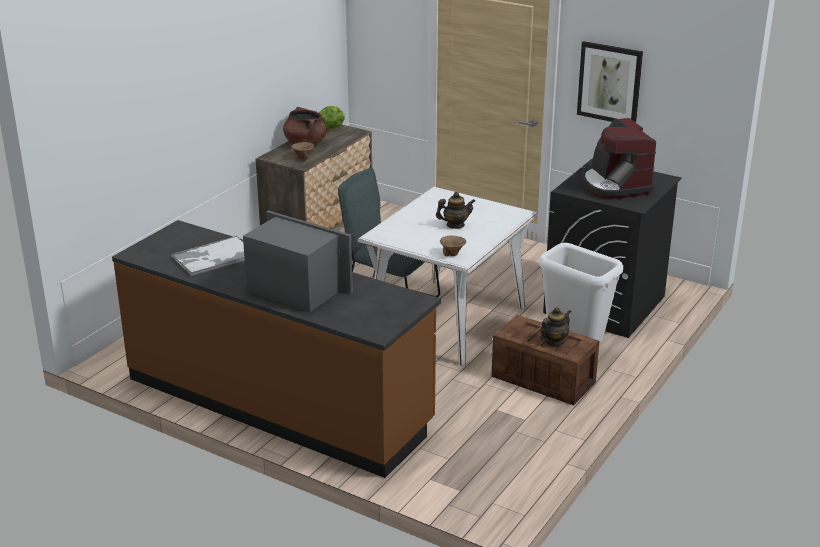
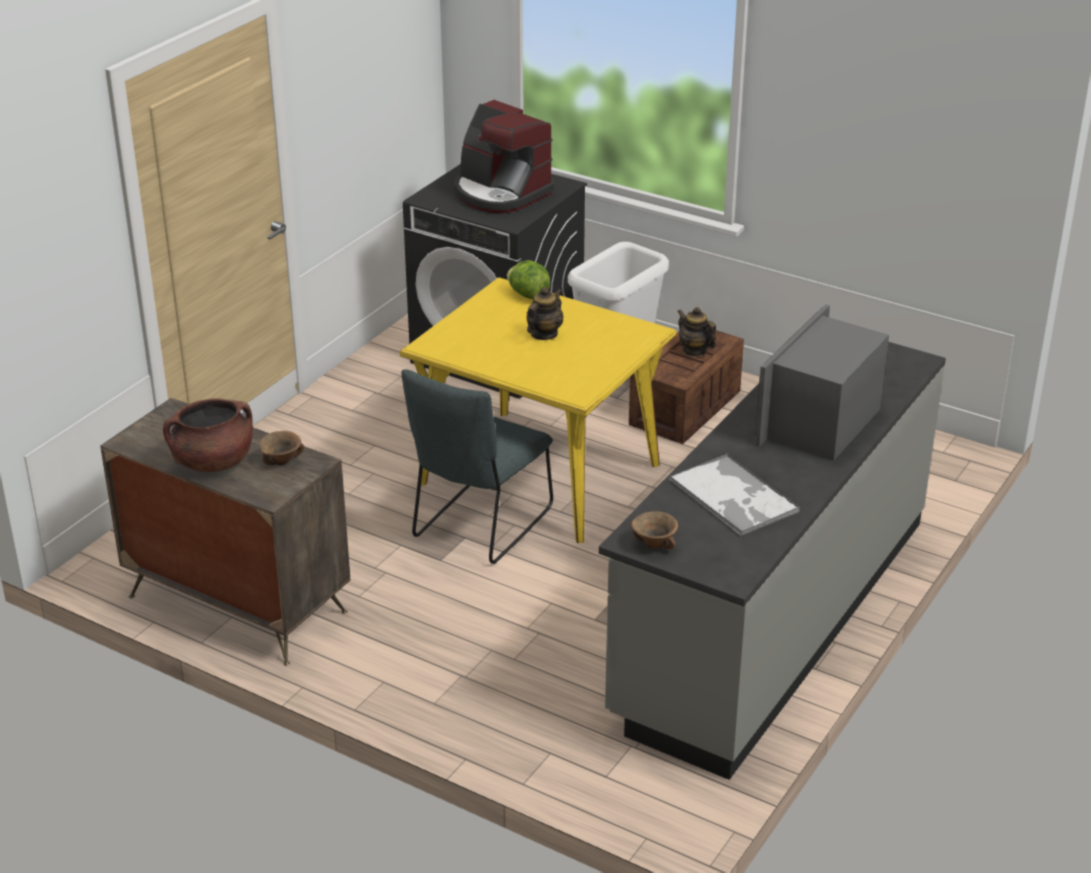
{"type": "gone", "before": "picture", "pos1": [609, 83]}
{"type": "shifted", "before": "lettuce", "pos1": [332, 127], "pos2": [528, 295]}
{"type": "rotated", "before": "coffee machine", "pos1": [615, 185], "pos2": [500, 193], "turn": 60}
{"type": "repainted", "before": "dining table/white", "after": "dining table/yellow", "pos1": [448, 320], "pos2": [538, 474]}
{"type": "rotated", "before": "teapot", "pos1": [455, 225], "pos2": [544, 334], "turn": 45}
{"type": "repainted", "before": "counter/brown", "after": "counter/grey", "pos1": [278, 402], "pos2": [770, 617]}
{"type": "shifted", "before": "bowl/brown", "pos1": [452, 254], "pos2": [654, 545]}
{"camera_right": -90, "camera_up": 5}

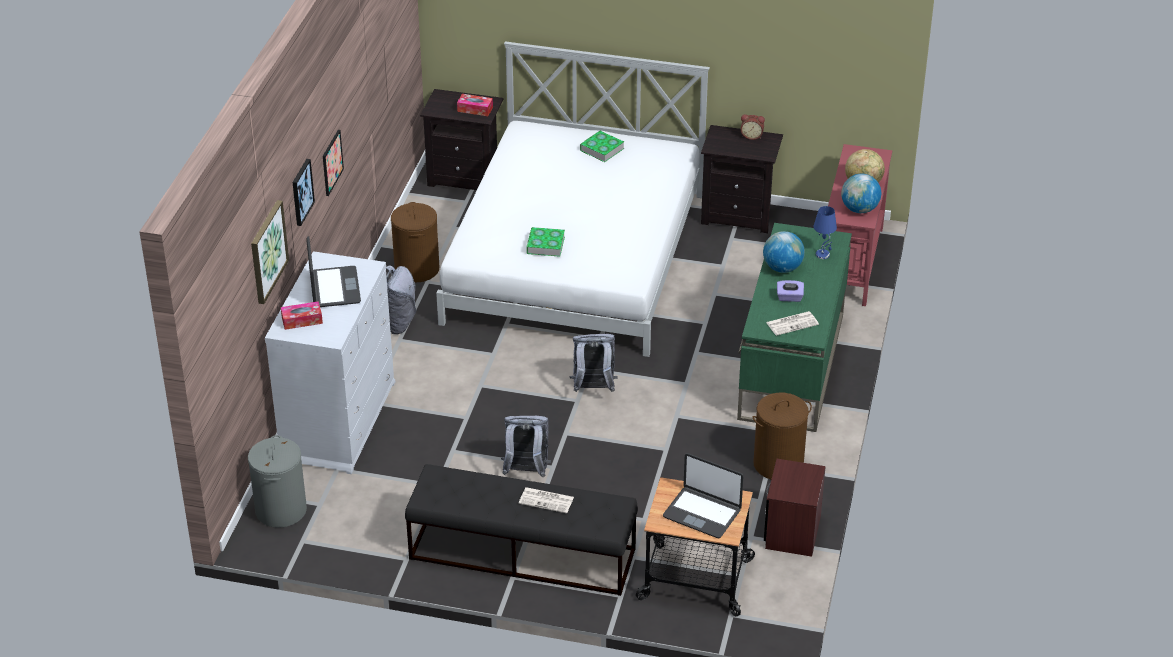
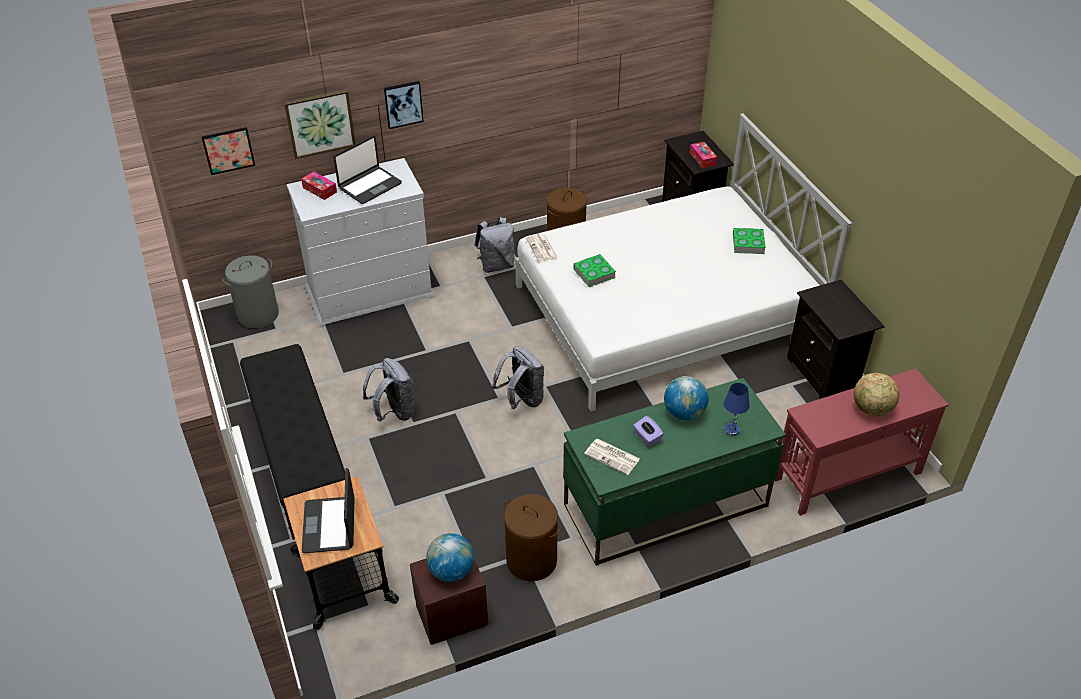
{"type": "gone", "before": "alarm clock", "pos1": [752, 136]}
{"type": "shifted", "before": "picture", "pos1": [332, 162], "pos2": [228, 150]}
{"type": "shifted", "before": "globe", "pos1": [859, 209], "pos2": [451, 571]}
{"type": "shifted", "before": "newspaper", "pos1": [547, 500], "pos2": [542, 248]}
{"camera_right": 55, "camera_up": 5}

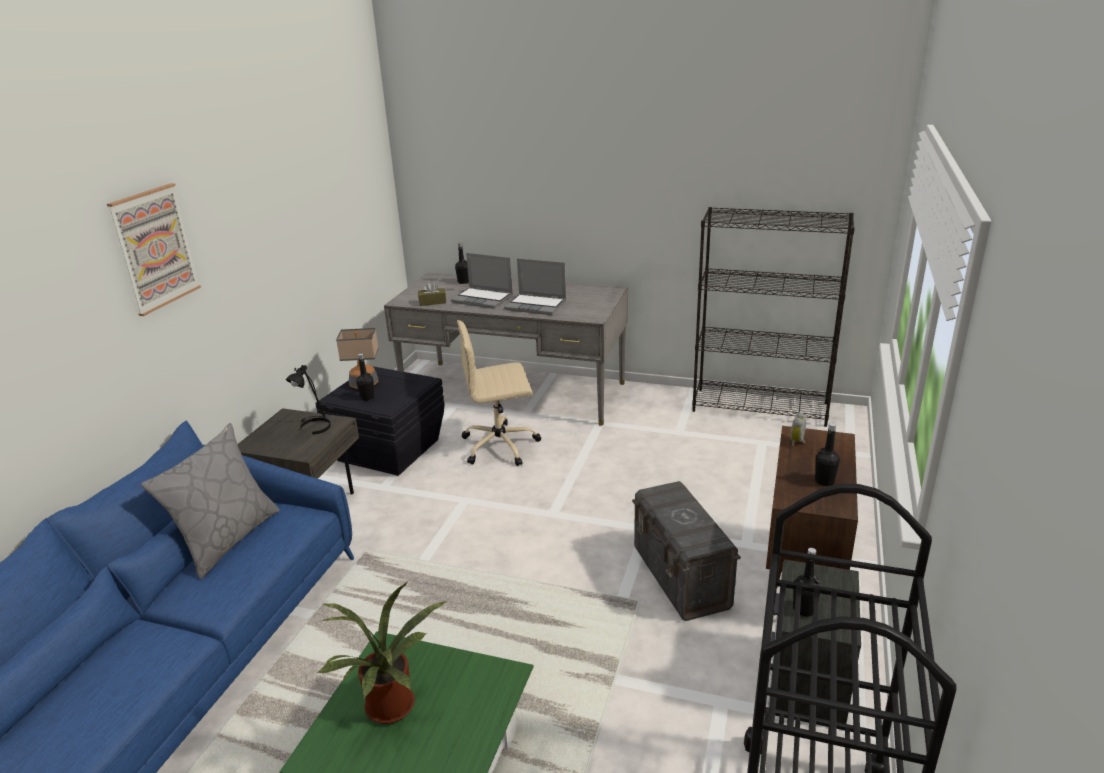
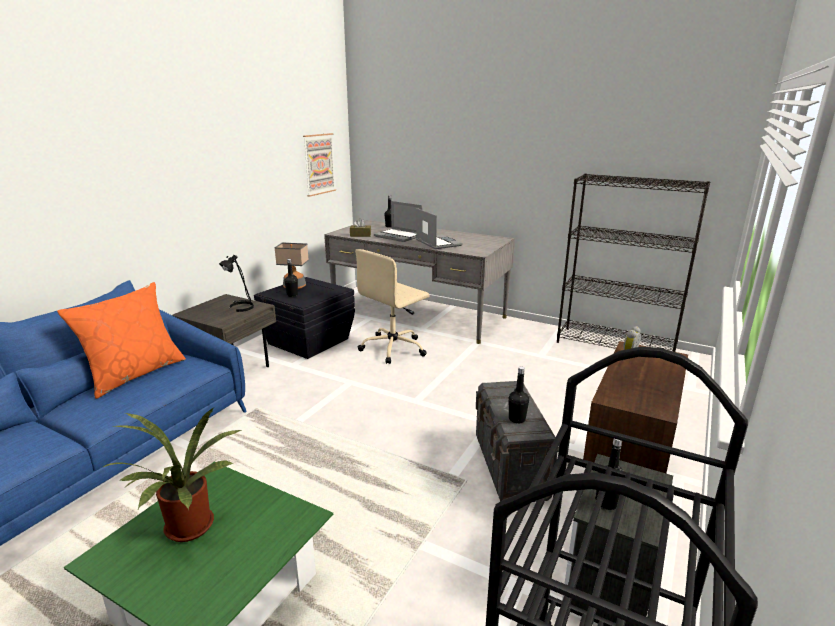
{"type": "shifted", "before": "picture", "pos1": [154, 248], "pos2": [319, 164]}
{"type": "rotated", "before": "laptop", "pos1": [536, 305], "pos2": [437, 243], "turn": -150}
{"type": "rotated", "before": "office chair/beige", "pos1": [501, 445], "pos2": [394, 348], "turn": -45}
{"type": "repainted", "before": "pillow/grey", "after": "pillow/orange", "pos1": [227, 539], "pos2": [135, 374]}
{"type": "shifted", "before": "bottle/black", "pos1": [824, 481], "pos2": [517, 419]}
{"camera_right": 10, "camera_up": -5}

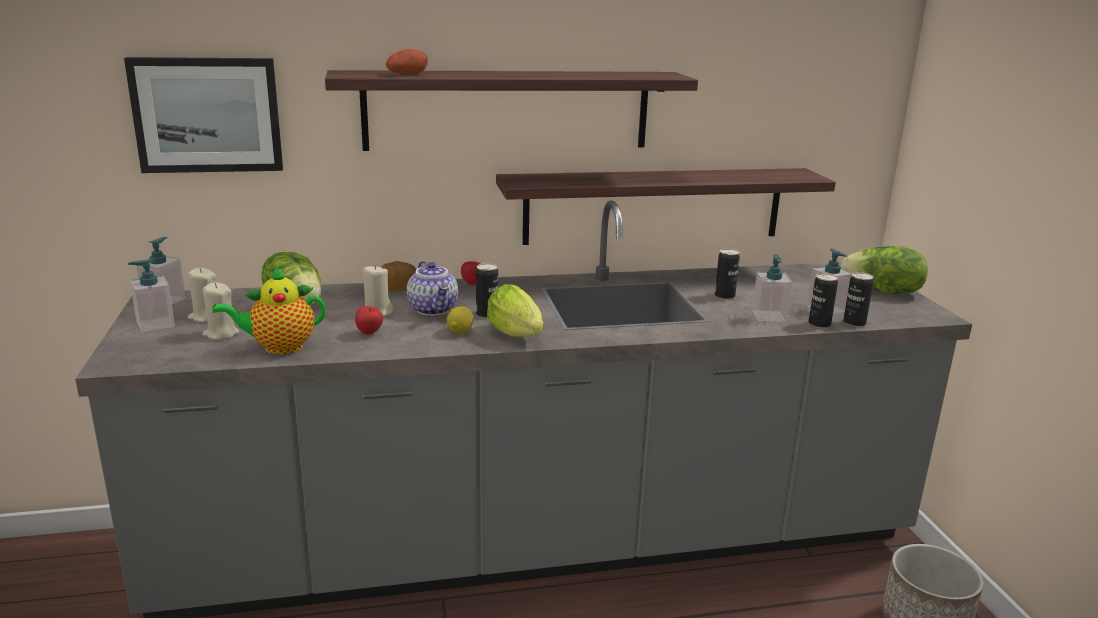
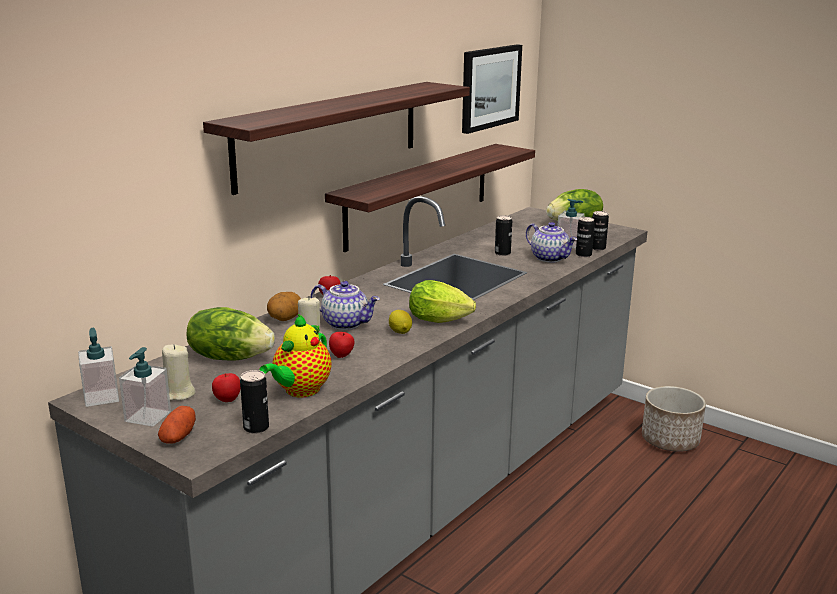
{"type": "shifted", "before": "potato", "pos1": [407, 74], "pos2": [178, 437]}
{"type": "shifted", "before": "picture", "pos1": [207, 115], "pos2": [490, 87]}
{"type": "swapped", "before": "soap dispenser", "after": "teapot", "pos1": [769, 316], "pos2": [550, 258]}
{"type": "shifted", "before": "can", "pos1": [487, 314], "pos2": [256, 427]}
{"type": "swapped", "before": "candle/beige", "after": "apple", "pos1": [221, 334], "pos2": [227, 400]}
{"camera_right": -40, "camera_up": 0}

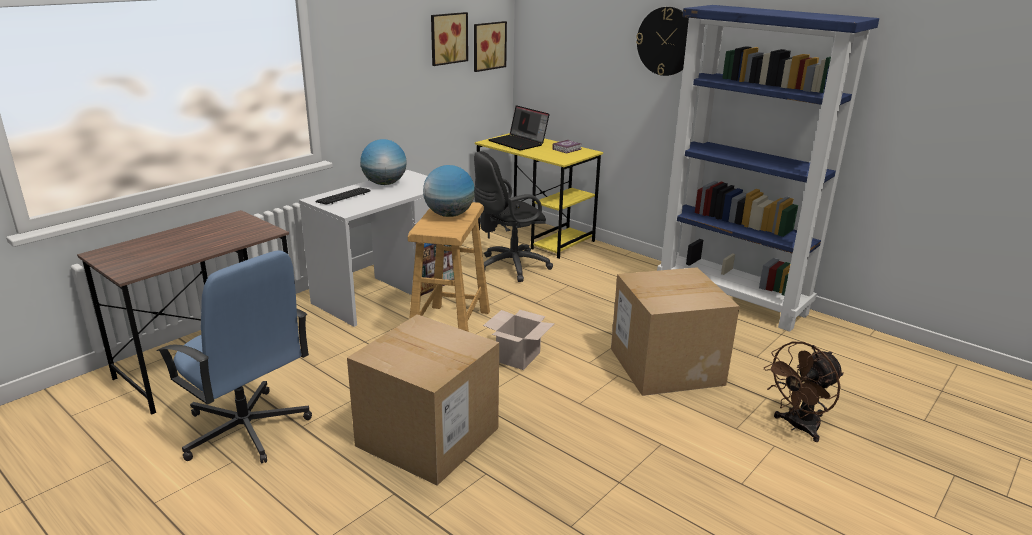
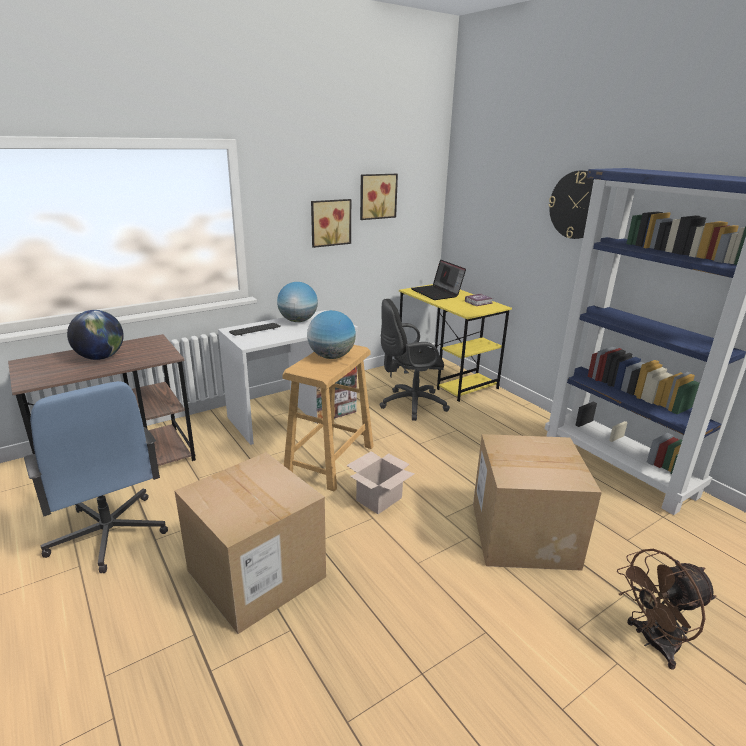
{"type": "shifted", "before": "picture", "pos1": [488, 45], "pos2": [330, 222]}
{"type": "new", "after": "globe", "pos2": [100, 357]}
{"camera_right": 15, "camera_up": 0}

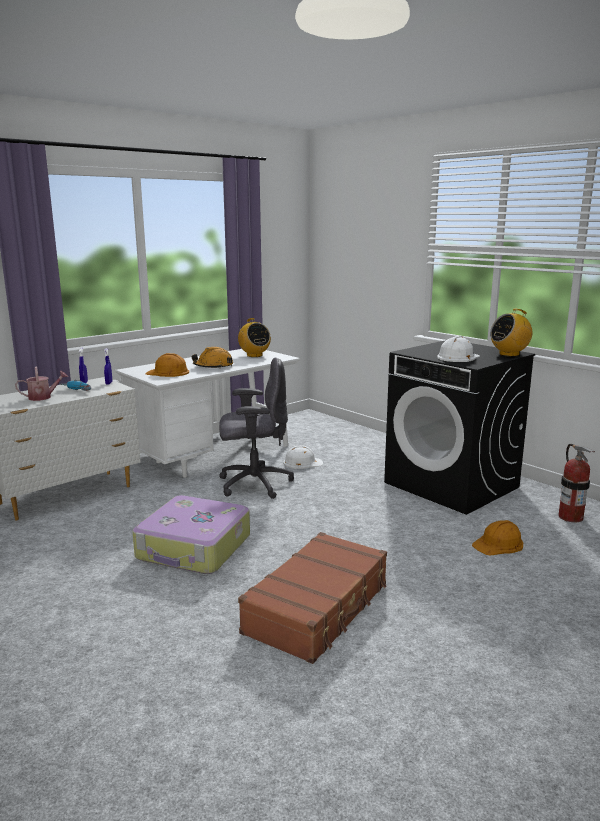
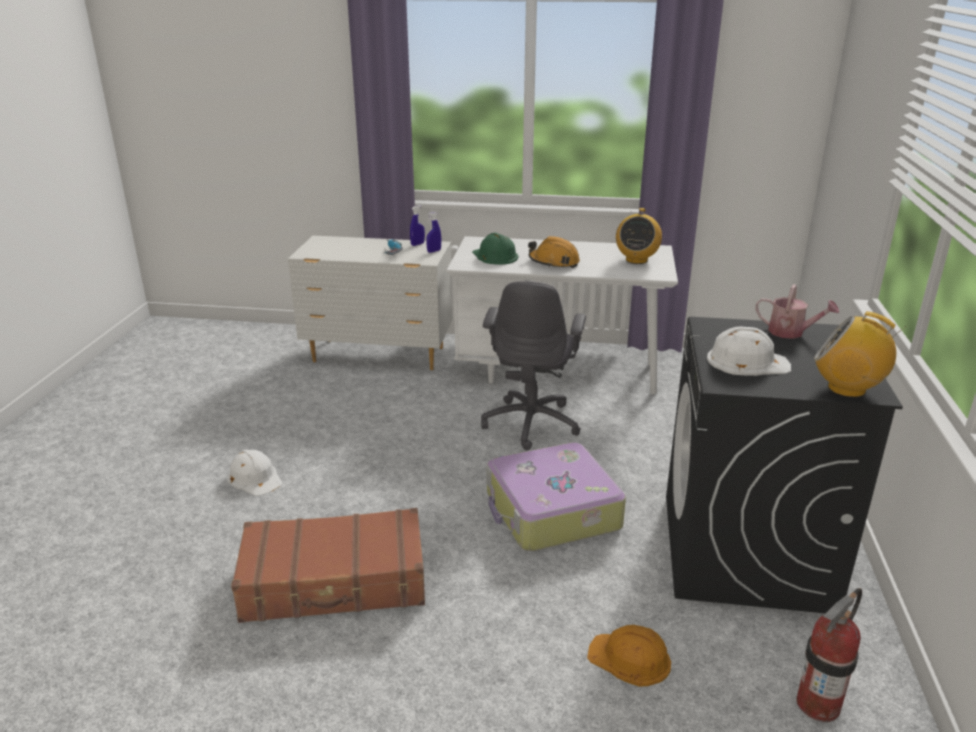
{"type": "repainted", "before": "hard hat/orange", "after": "hard hat/green", "pos1": [168, 372], "pos2": [495, 256]}
{"type": "rotated", "before": "office chair/grey", "pos1": [253, 484], "pos2": [532, 423], "turn": 60}
{"type": "shifted", "before": "watering can", "pos1": [43, 397], "pos2": [791, 332]}
{"type": "shifted", "before": "hard hat/white", "pos1": [302, 462], "pos2": [255, 477]}
{"type": "shifted", "before": "suitcase", "pos1": [194, 548], "pos2": [551, 512]}
{"camera_right": 50, "camera_up": 10}

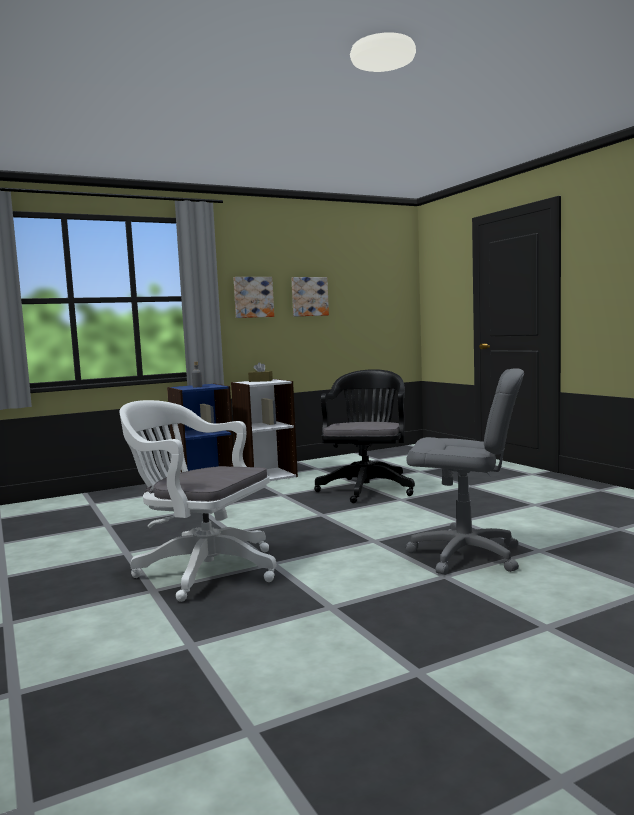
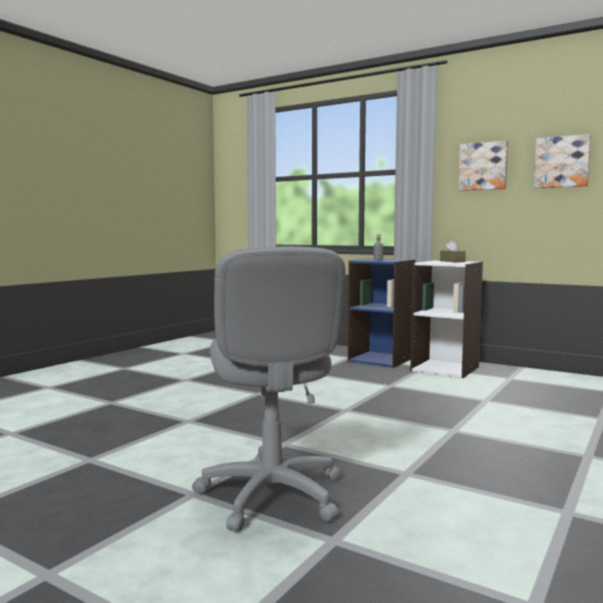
{"type": "gone", "before": "office chair/black", "pos1": [367, 488]}
{"type": "gone", "before": "office chair/white", "pos1": [202, 570]}
{"camera_right": 60, "camera_up": 0}

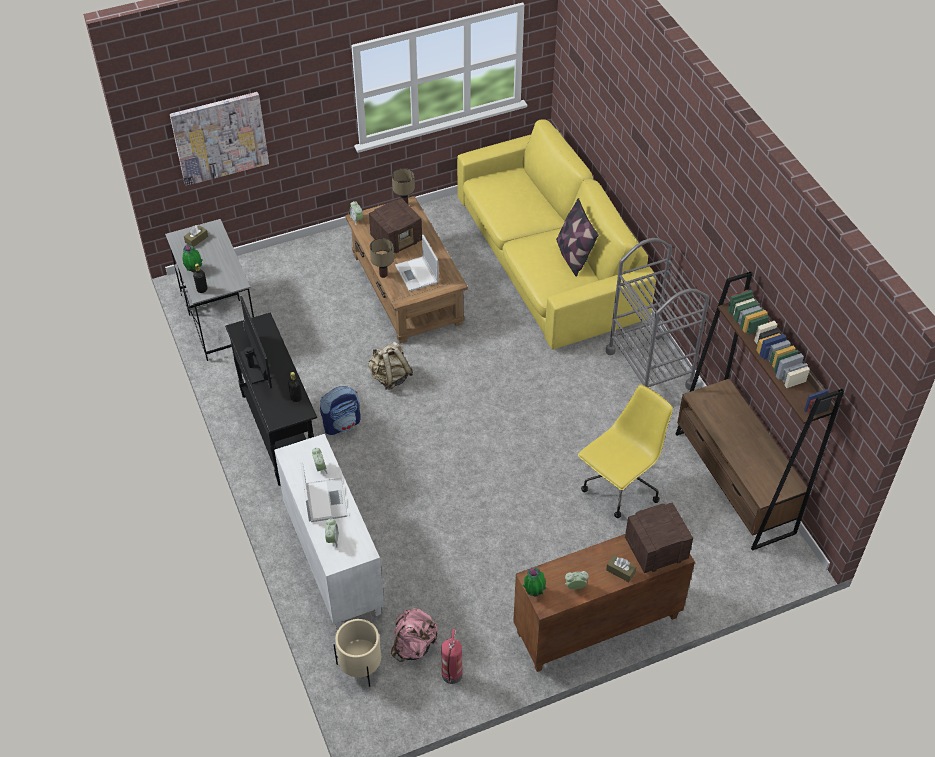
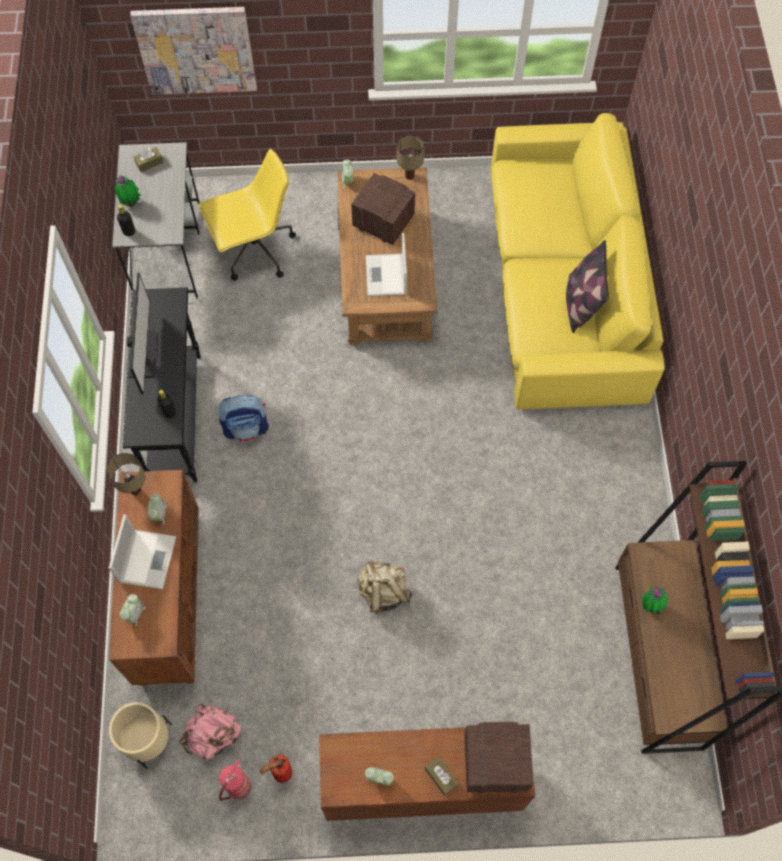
{"type": "rotated", "before": "radio", "pos1": [397, 239], "pos2": [382, 221], "turn": -135}
{"type": "shifted", "before": "table lamp", "pos1": [383, 275], "pos2": [135, 490]}
{"type": "gone", "before": "cart/grey", "pos1": [650, 369]}
{"type": "shifted", "before": "backpack/beige", "pos1": [390, 377], "pos2": [383, 592]}
{"type": "shifted", "before": "office chair/yellow", "pos1": [620, 487], "pos2": [254, 251]}
{"type": "repainted", "before": "cabinet/white", "after": "cabinet/brown", "pos1": [332, 561], "pos2": [169, 598]}
{"type": "shifted", "before": "potted plant", "pos1": [534, 592], "pos2": [650, 606]}
{"type": "new", "after": "fire extinguisher", "pos2": [279, 774]}
{"camera_right": 20, "camera_up": 15}

